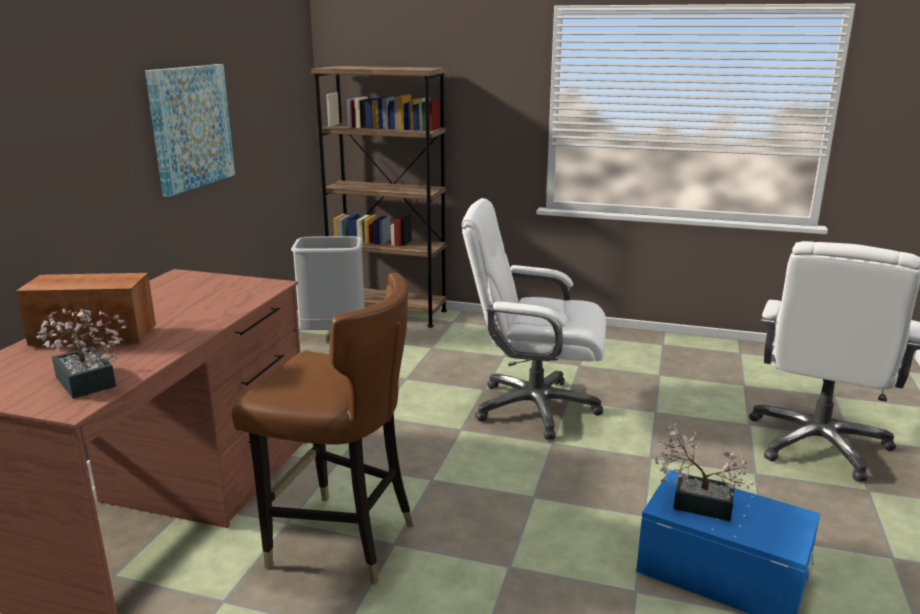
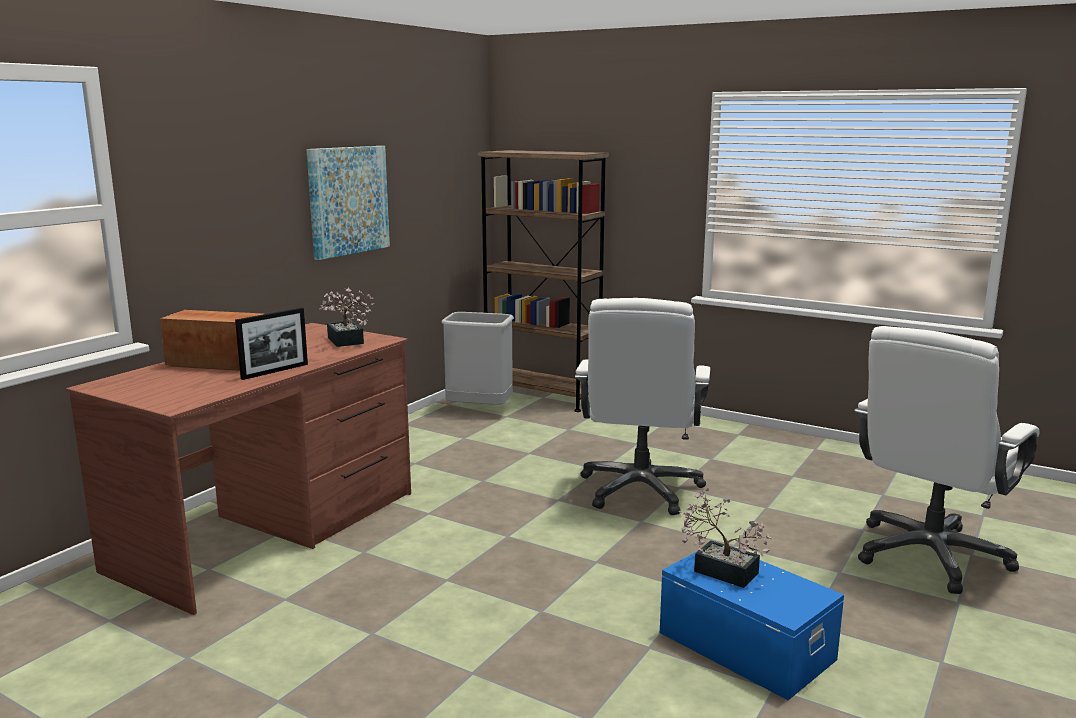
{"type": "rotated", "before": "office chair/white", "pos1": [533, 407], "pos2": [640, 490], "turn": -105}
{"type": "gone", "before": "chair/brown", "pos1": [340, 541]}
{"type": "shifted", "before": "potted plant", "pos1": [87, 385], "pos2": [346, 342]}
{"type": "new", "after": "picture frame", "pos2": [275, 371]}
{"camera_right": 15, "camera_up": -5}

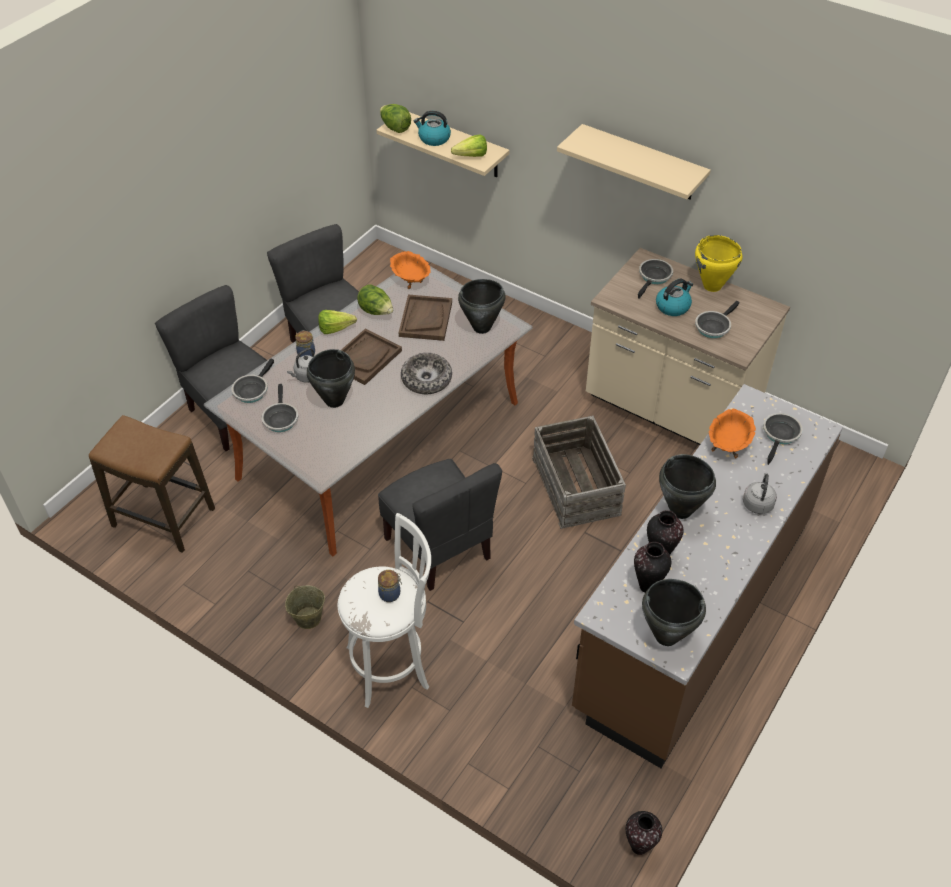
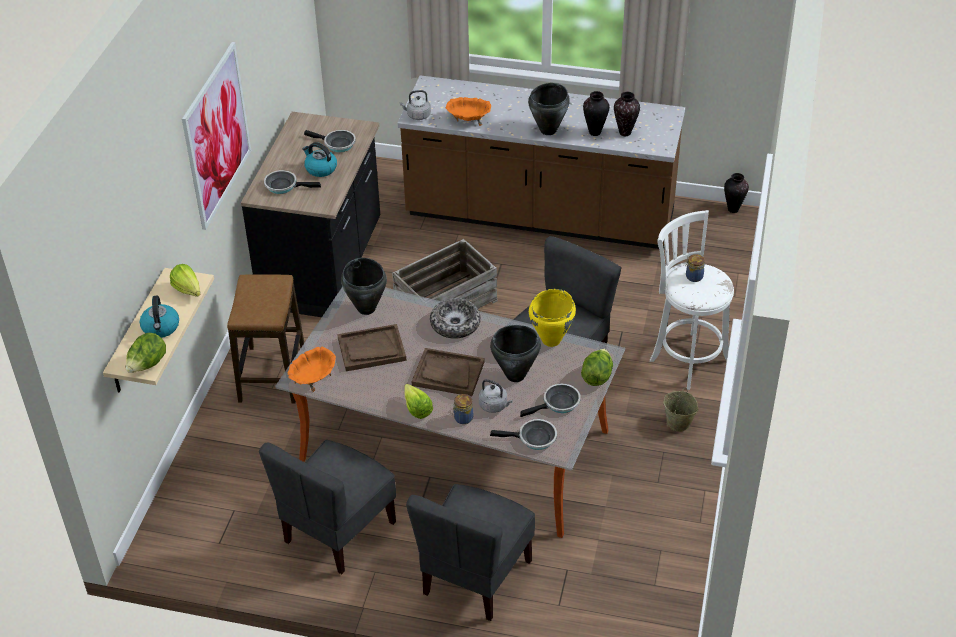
{"type": "swapped", "before": "shelf/beige", "after": "picture", "pos1": [642, 163], "pos2": [217, 135]}
{"type": "shifted", "before": "cooking pot/yellow", "pos1": [712, 286], "pos2": [551, 340]}
{"type": "repainted", "before": "counter/beige", "after": "counter/black", "pos1": [670, 409], "pos2": [324, 266]}
{"type": "shifted", "before": "lettuce", "pos1": [376, 312], "pos2": [597, 376]}
{"type": "gone", "before": "frying pan", "pos1": [780, 435]}
{"type": "shifted", "before": "stool", "pos1": [163, 518], "pos2": [272, 375]}
{"type": "shifted", "before": "kettle/grey", "pos1": [758, 503], "pos2": [417, 116]}
{"type": "gone", "before": "cooking pot/black", "pos1": [666, 635]}
{"camera_right": -110, "camera_up": -5}

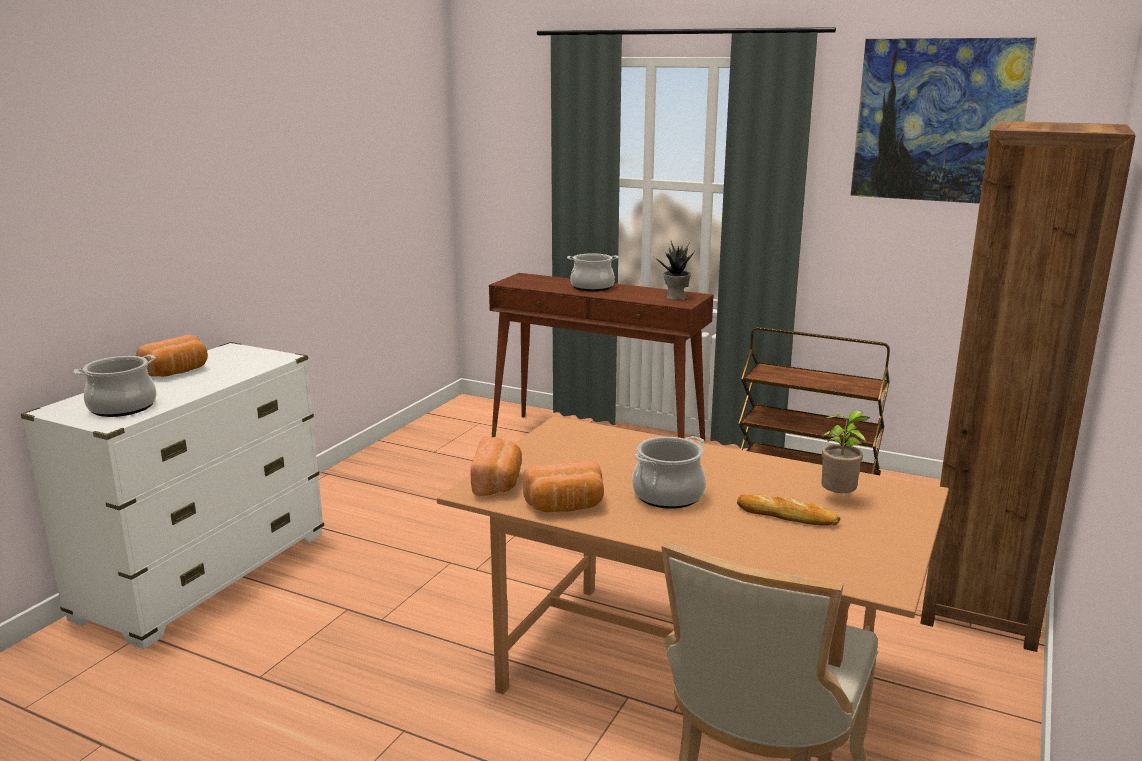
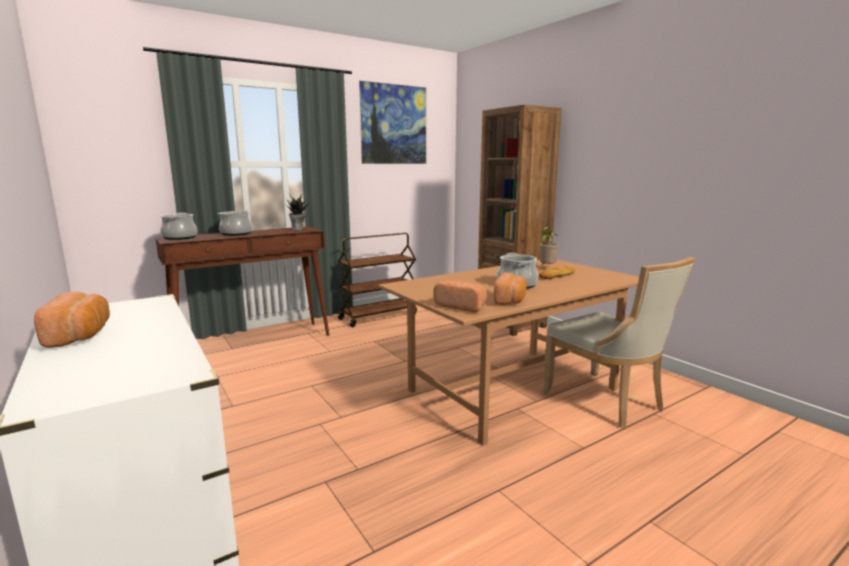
{"type": "shifted", "before": "cooking pot", "pos1": [122, 407], "pos2": [180, 237]}
{"camera_right": -60, "camera_up": -5}

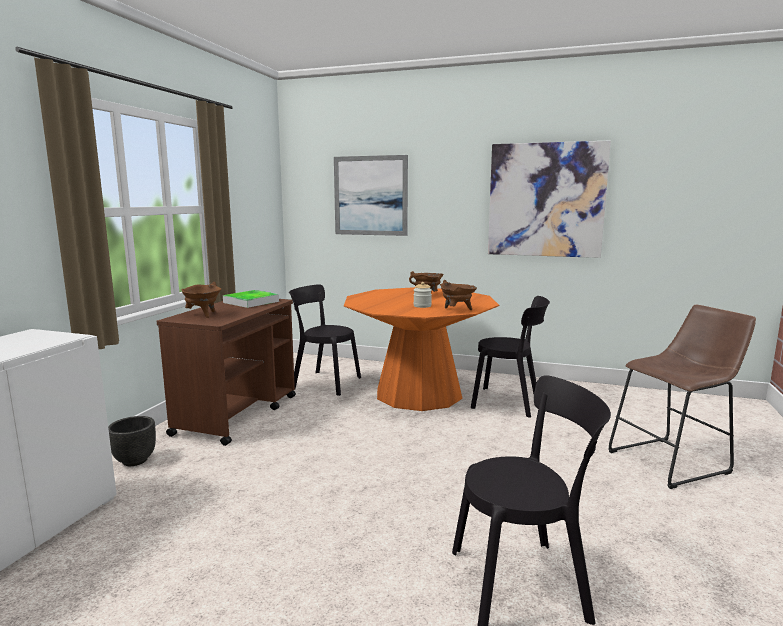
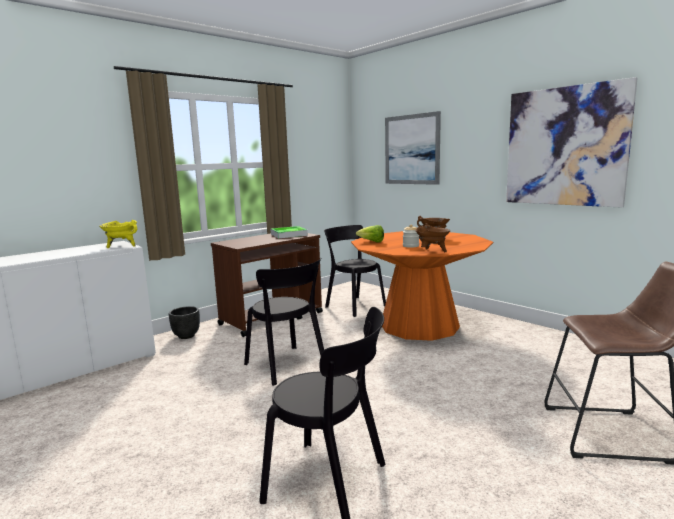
{"type": "gone", "before": "cooking pot/brown", "pos1": [203, 315]}
{"type": "shifted", "before": "chair/black", "pos1": [509, 402], "pos2": [287, 366]}
{"type": "new", "after": "cooking pot/yellow", "pos2": [121, 246]}
{"type": "new", "after": "lettuce", "pos2": [372, 242]}
{"camera_right": 30, "camera_up": 0}

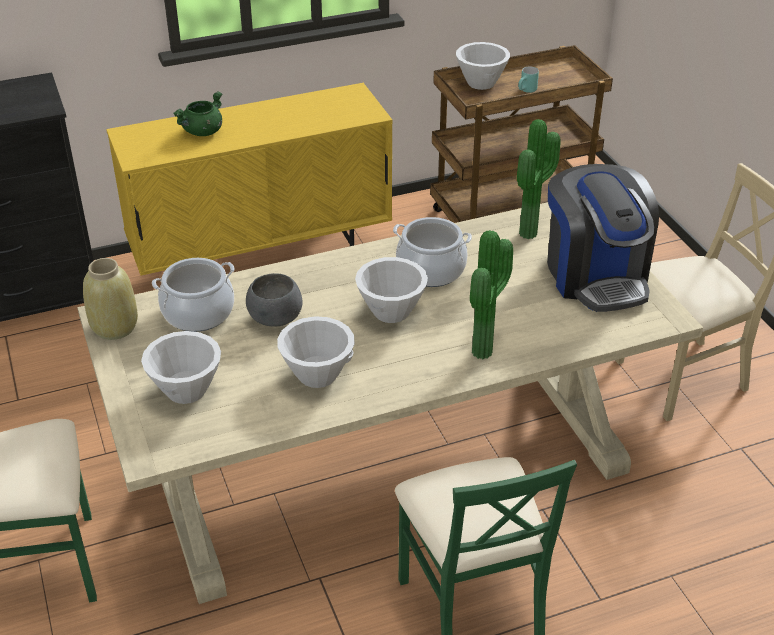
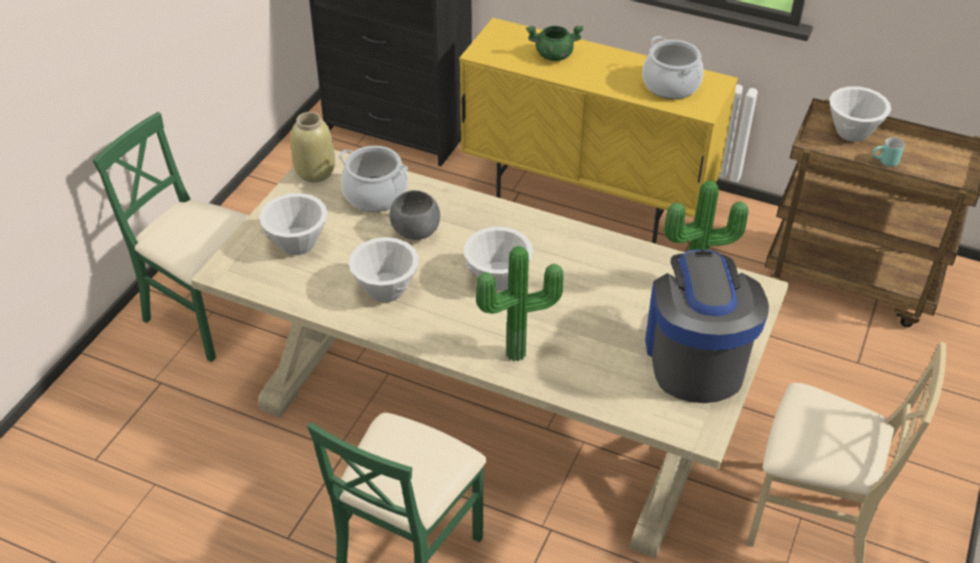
{"type": "rotated", "before": "coffee machine", "pos1": [596, 276], "pos2": [695, 358], "turn": 150}
{"type": "shifted", "before": "cooking pot", "pos1": [431, 270], "pos2": [671, 85]}
{"camera_right": 45, "camera_up": 5}

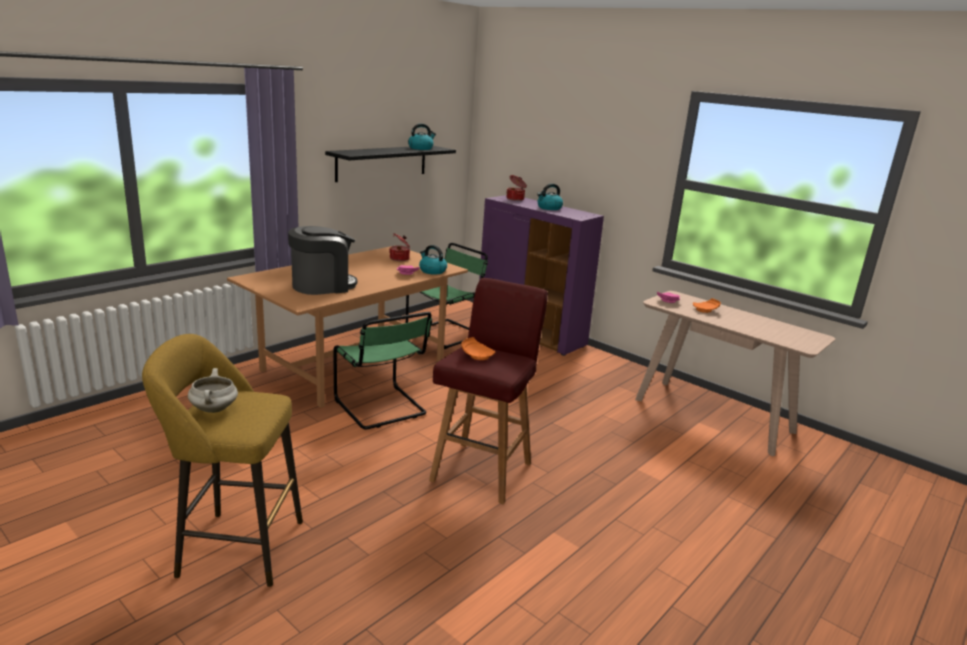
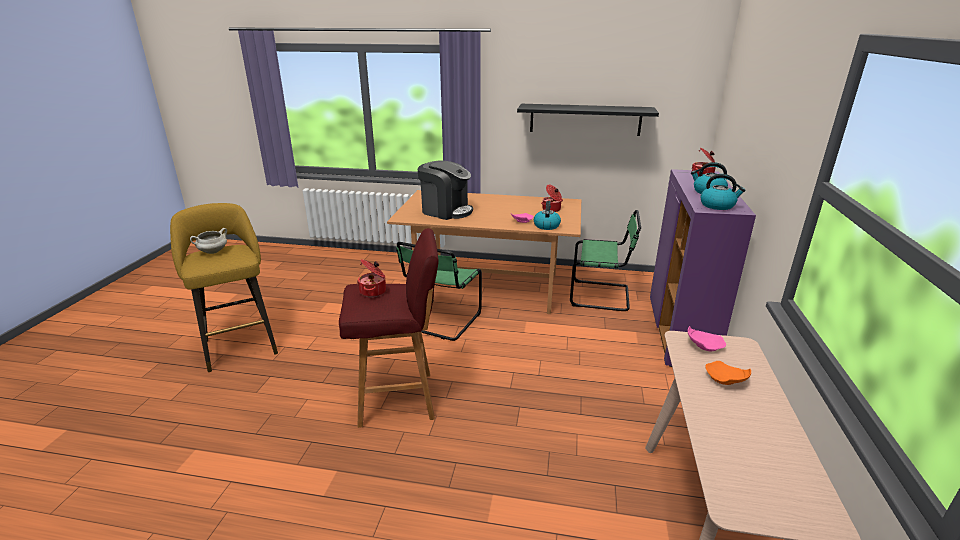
{"type": "shifted", "before": "kettle", "pos1": [421, 148], "pos2": [718, 205]}
{"type": "swapped", "before": "plate/orange", "after": "cooking pot", "pos1": [477, 355], "pos2": [373, 291]}
{"camera_right": 60, "camera_up": 5}

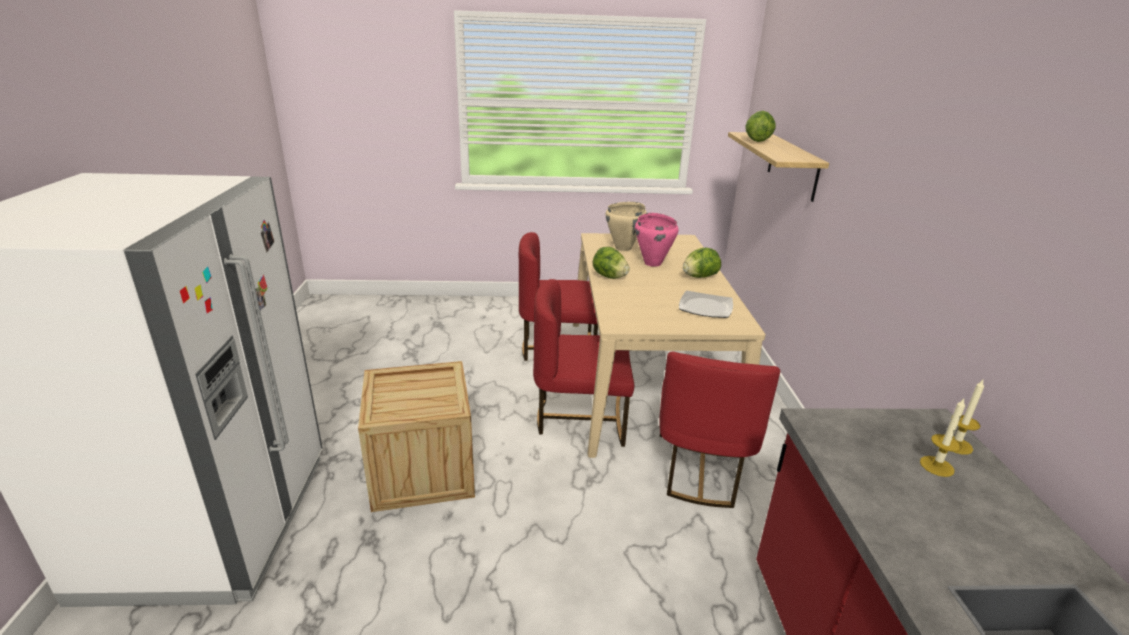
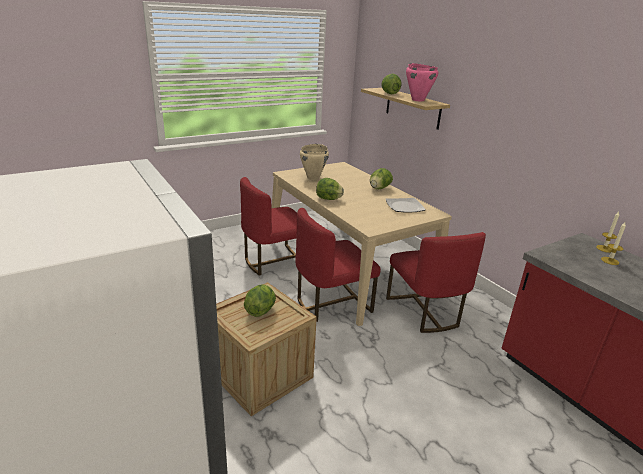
{"type": "shifted", "before": "cooking pot/pink", "pos1": [653, 263], "pos2": [418, 100]}
{"type": "new", "after": "lettuce", "pos2": [260, 310]}
{"camera_right": -30, "camera_up": 0}

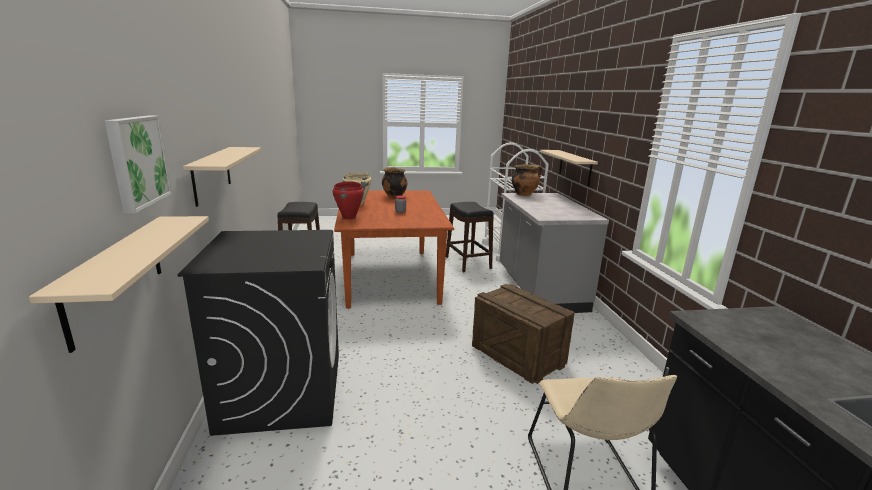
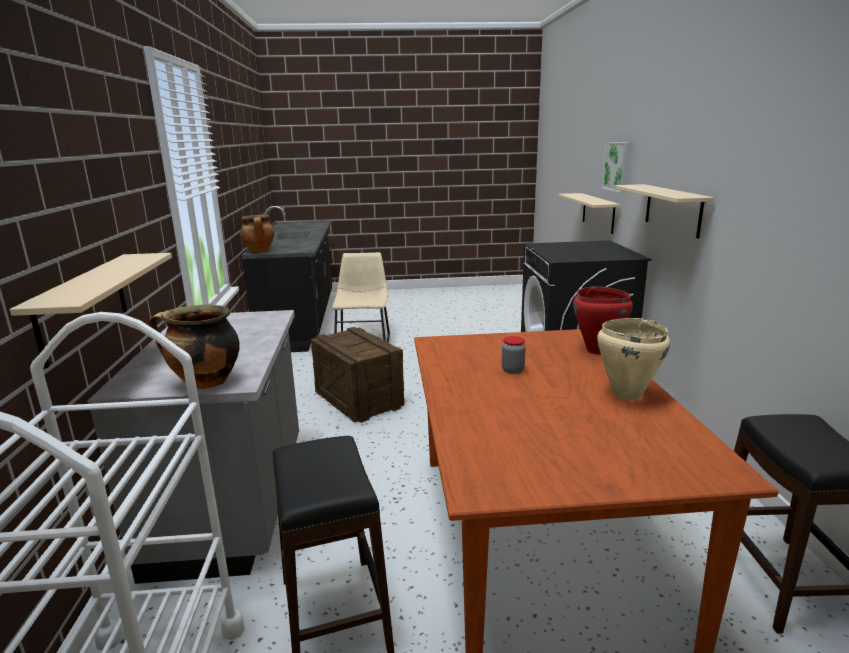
{"type": "shifted", "before": "cooking pot", "pos1": [394, 196], "pos2": [259, 251]}
{"camera_right": -175, "camera_up": 0}

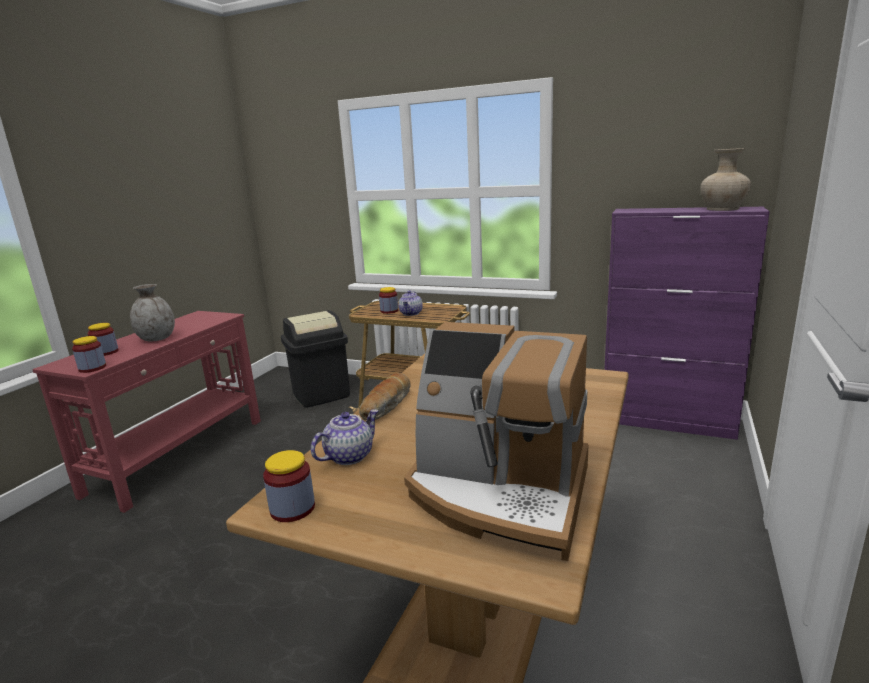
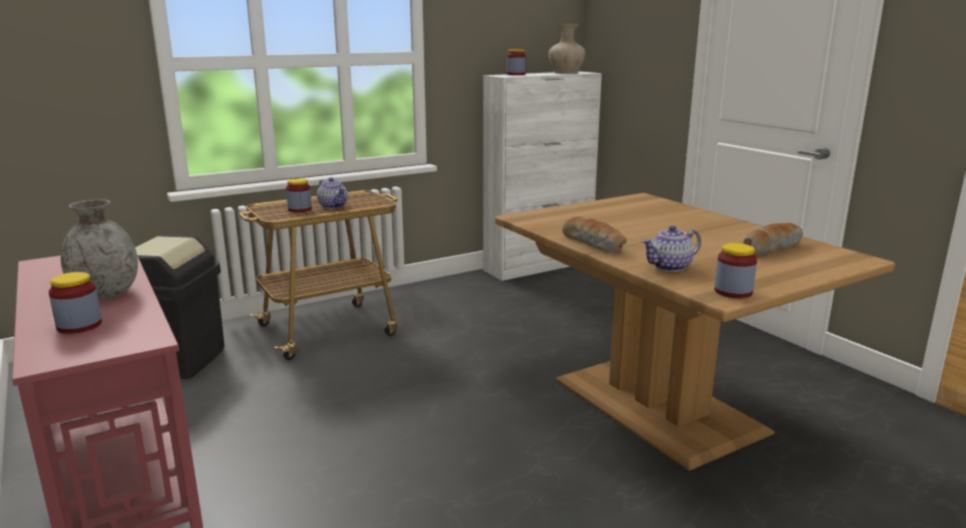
{"type": "repainted", "before": "cabinet/purple", "after": "cabinet/white", "pos1": [667, 422], "pos2": [539, 266]}
{"type": "swapped", "before": "coffee machine", "after": "bread", "pos1": [500, 492], "pos2": [771, 248]}
{"type": "shifted", "before": "jar", "pos1": [92, 368], "pos2": [516, 74]}
{"type": "rotated", "before": "teapot", "pos1": [349, 456], "pos2": [669, 267], "turn": -105}
{"camera_right": -55, "camera_up": 0}

